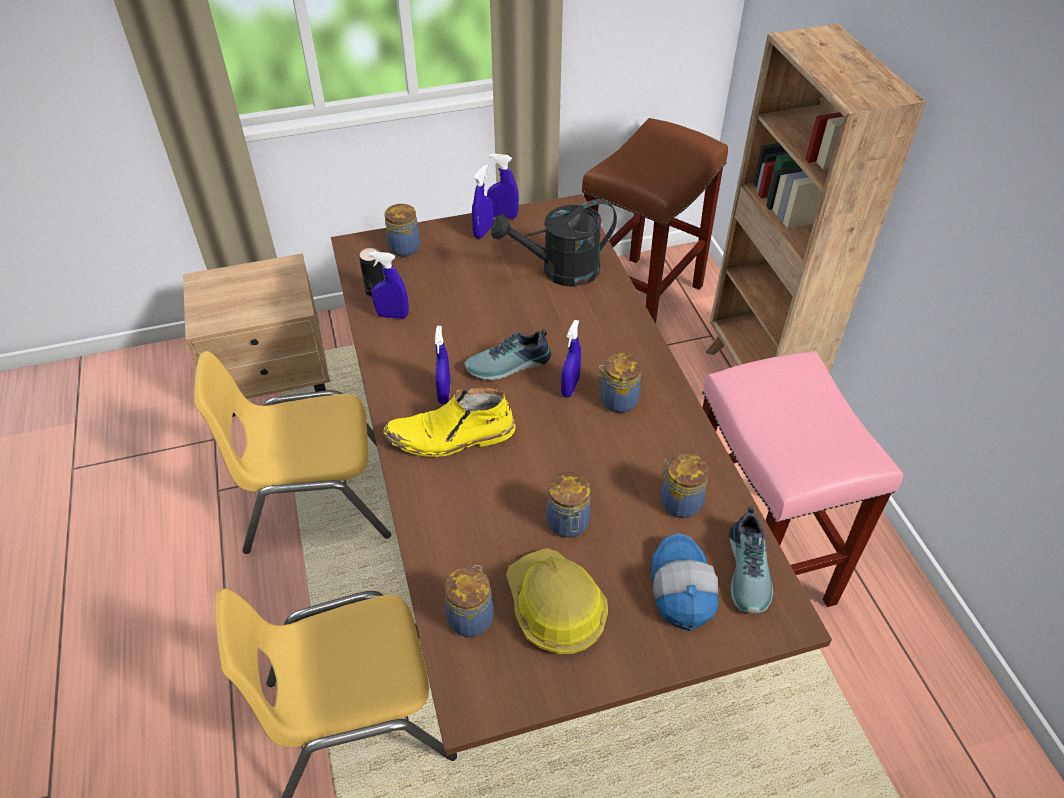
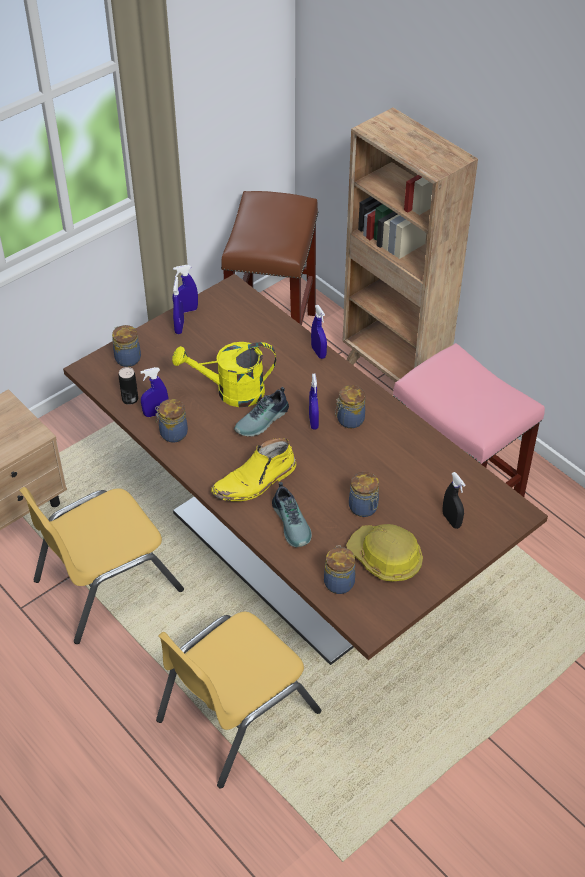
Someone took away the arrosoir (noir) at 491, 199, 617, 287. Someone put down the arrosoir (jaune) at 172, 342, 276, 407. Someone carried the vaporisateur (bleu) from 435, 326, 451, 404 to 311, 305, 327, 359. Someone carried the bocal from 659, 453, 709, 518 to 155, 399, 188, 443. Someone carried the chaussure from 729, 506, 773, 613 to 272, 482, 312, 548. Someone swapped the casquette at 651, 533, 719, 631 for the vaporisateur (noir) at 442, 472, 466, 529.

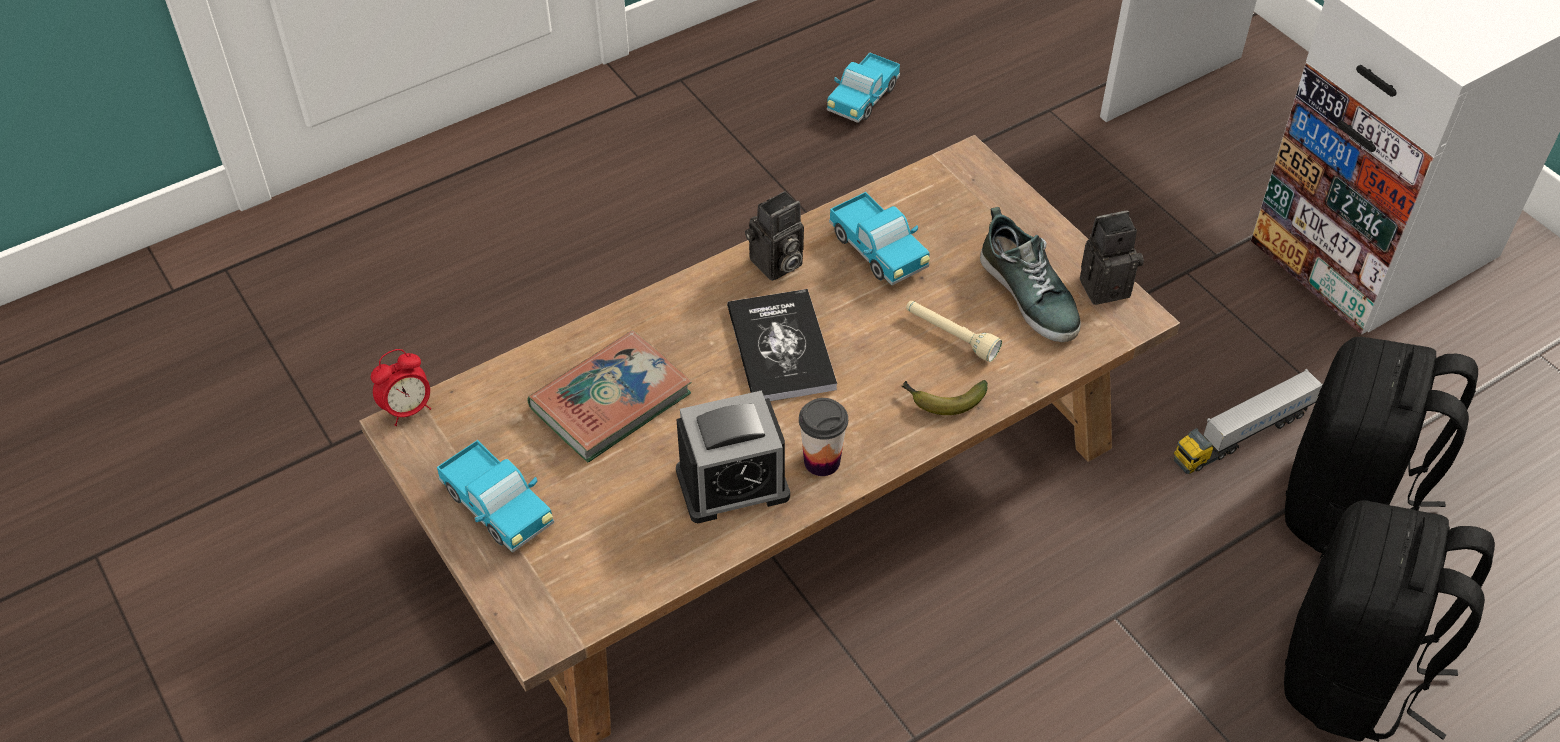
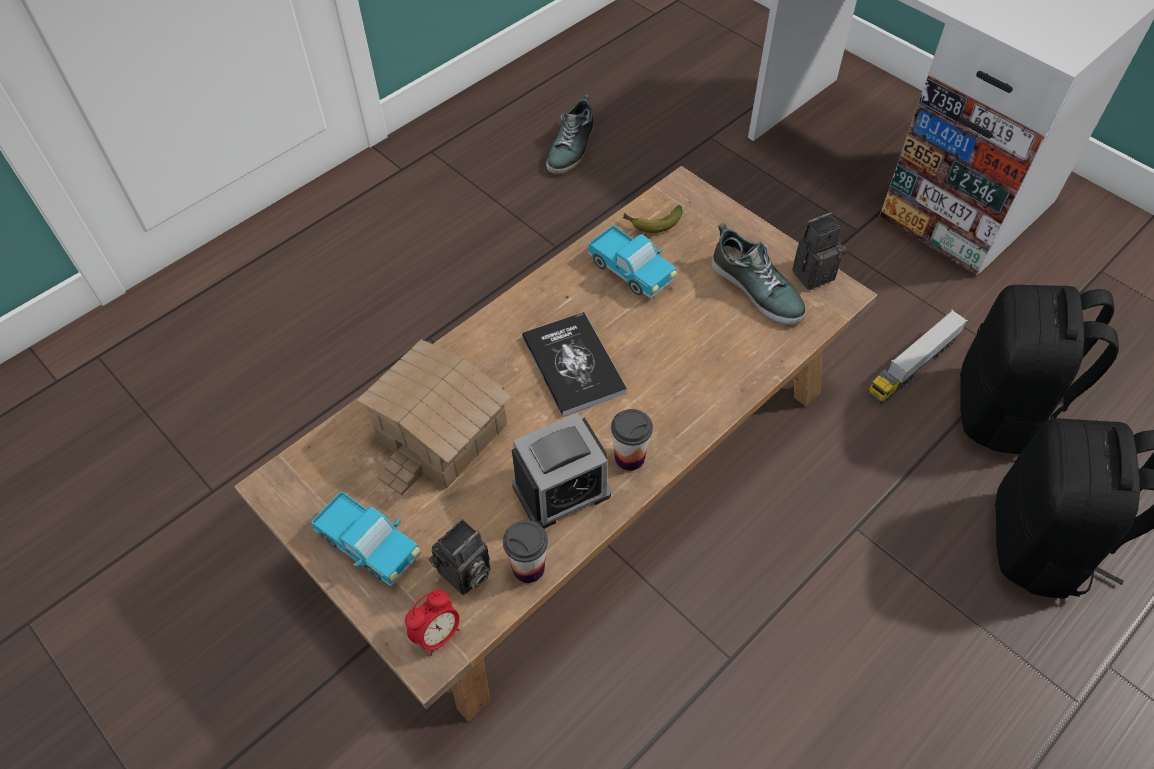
Someone took away the lampe de poche (beige) at 906, 301, 1002, 362. Someone put down the tasse at 503, 520, 548, 583. Someone carried the réveil from 371, 349, 431, 426 to 405, 590, 460, 656. Someone carried the appareil photo from 745, 191, 804, 281 to 429, 519, 491, 595. Someone carried the banane from 902, 380, 988, 415 to 622, 205, 683, 233. Someone swapped the livre at 528, 330, 692, 463 for the maison miniature at 356, 340, 511, 496. Someone swapped the camion jouet at 827, 53, 900, 123 for the chaussure at 546, 94, 594, 174.

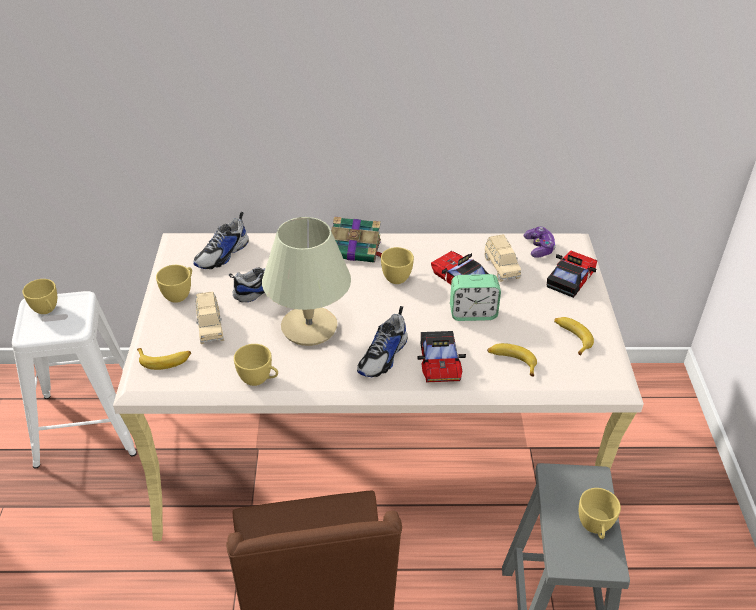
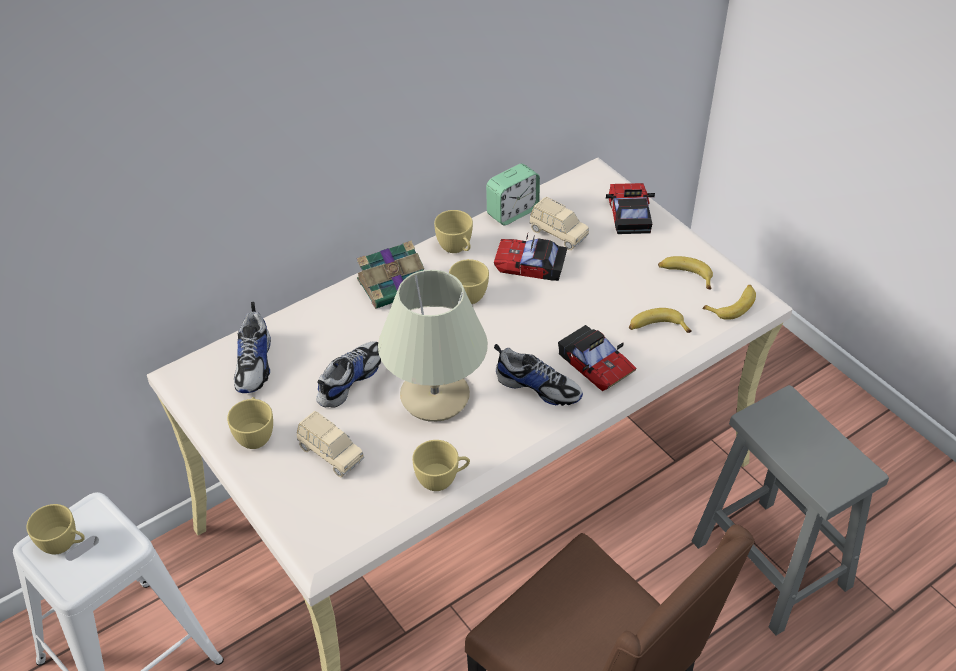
Someone took away the manette at 524, 227, 556, 258. Someone carried the banane from 137, 348, 191, 370 to 702, 285, 756, 320. Someone carried the réveil from 450, 274, 501, 321 to 486, 164, 540, 225. Someone carried the tasse (jaune) from 579, 488, 621, 539 to 434, 210, 473, 253. Someone rotated the chaussure at 357, 306, 408, 377 by 60 degrees counterclockwise.

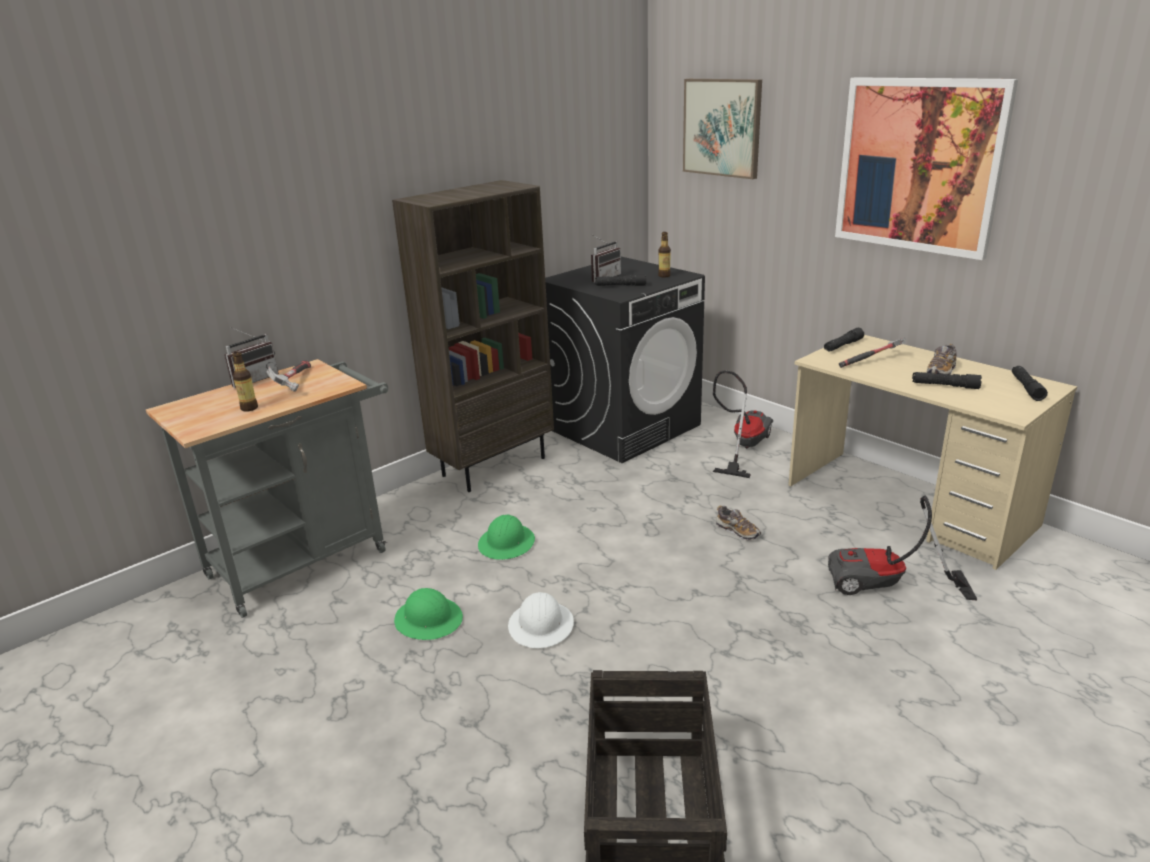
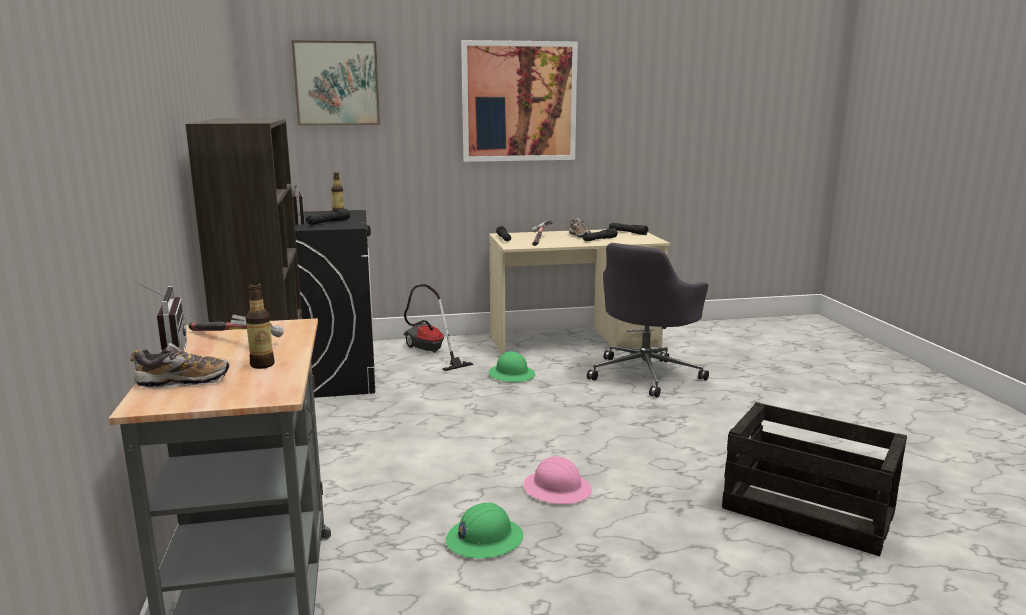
Someone carried the casque de chantier (vert) from 478, 515, 535, 560 to 489, 351, 535, 382. Someone carried the chaussure from 716, 505, 761, 541 to 130, 343, 230, 388. Someone swapped the aspirateur at 828, 496, 977, 600 for the chaise de bureau (gris) at 587, 243, 709, 398. Someone repainted the casque de chantier (blanc) at 508, 592, 574, 648, which became the casque de chantier (rose) at 524, 456, 592, 504.

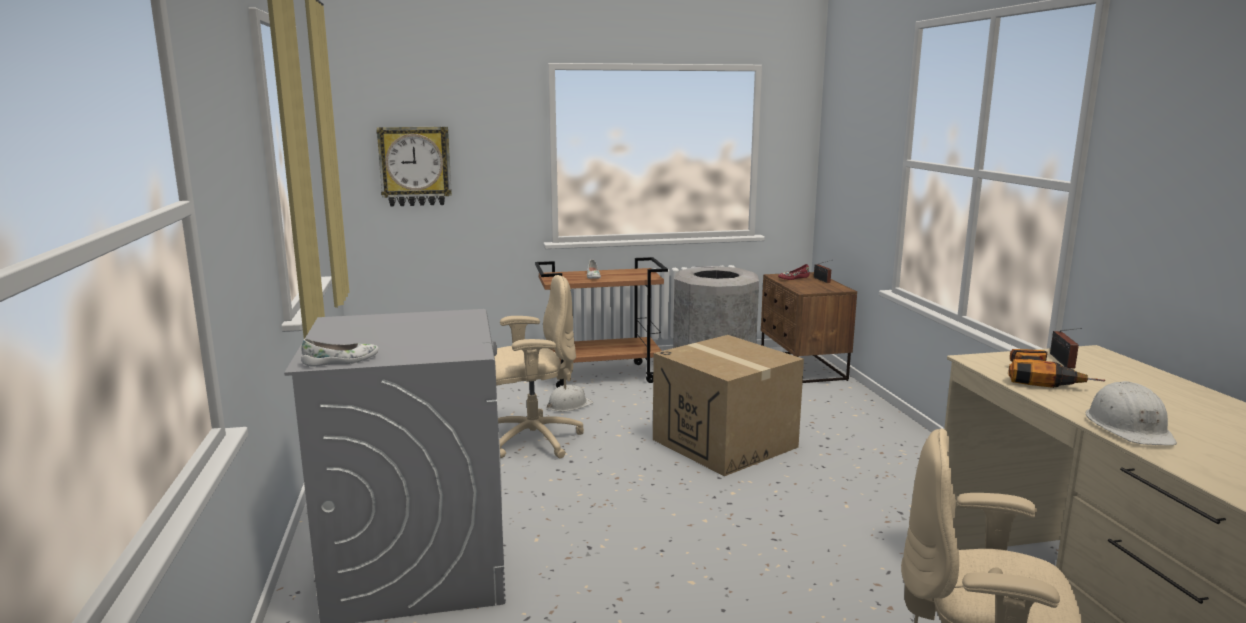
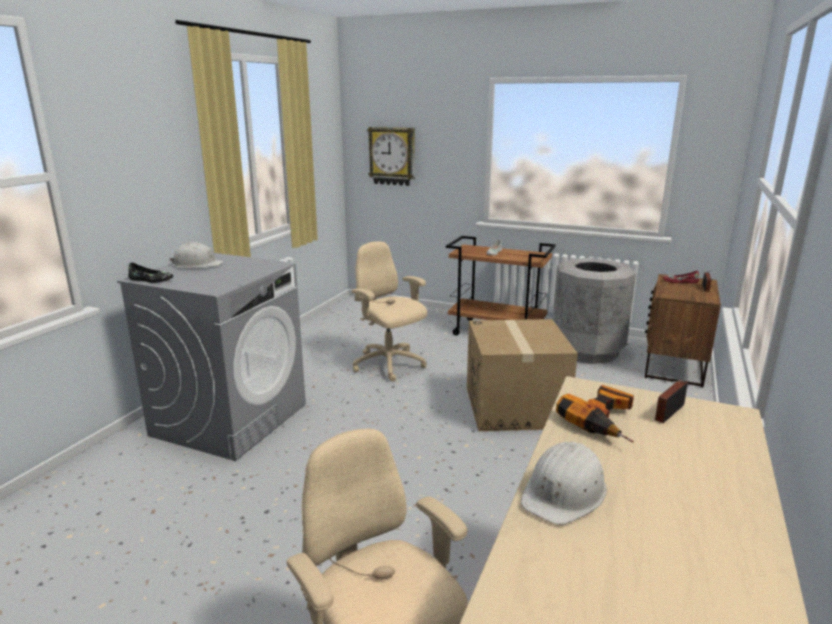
Someone carried the casque de chantier (blanc) from 547, 385, 593, 412 to 169, 243, 224, 268. Someone repainted the chaussure (blanc) at 301, 338, 379, 367, which became the chaussure (noir) at 128, 263, 173, 283. Someone rotated the chaise de bureau (beige) at 494, 275, 584, 459 by 150 degrees counterclockwise.

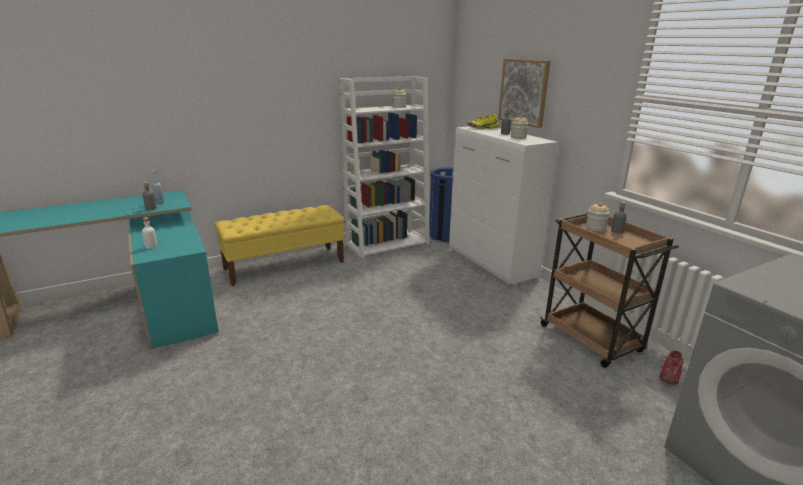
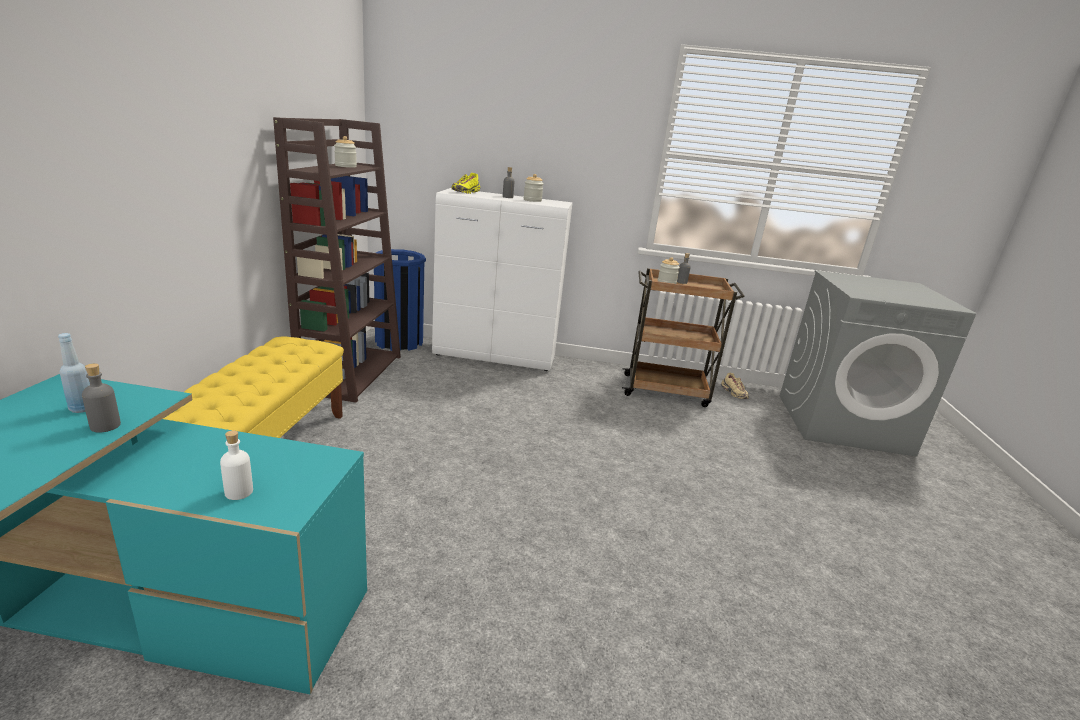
Someone took away the tableau at 498, 58, 550, 128. Someone repainted the bibliothèque (blanc) at 339, 76, 430, 258, which became the bibliothèque (marron) at 273, 117, 401, 403. Someone repainted the chaussure (rouge) at 659, 351, 683, 385, which became the chaussure (beige) at 721, 373, 749, 399.

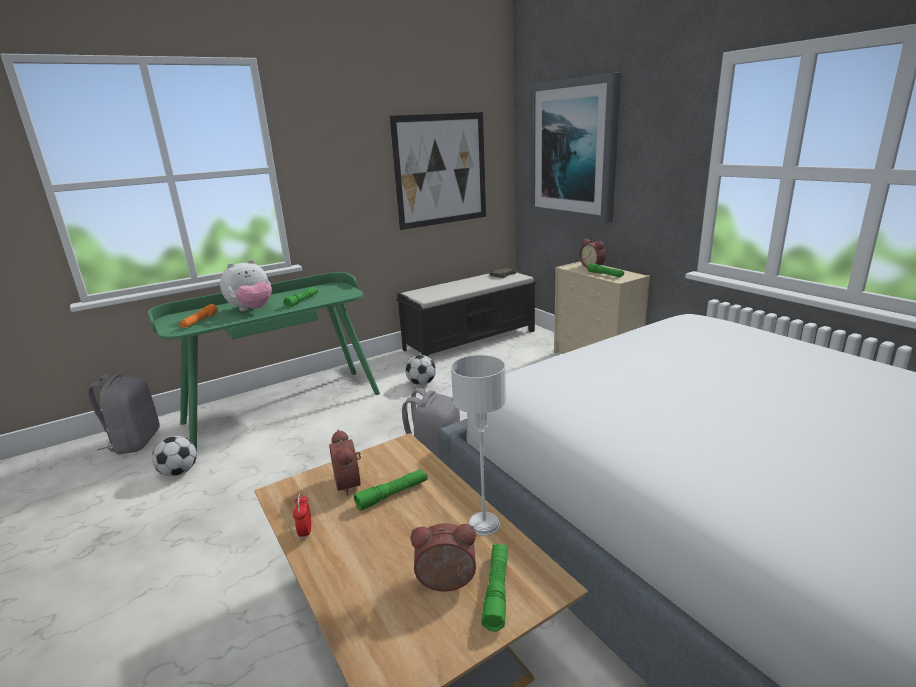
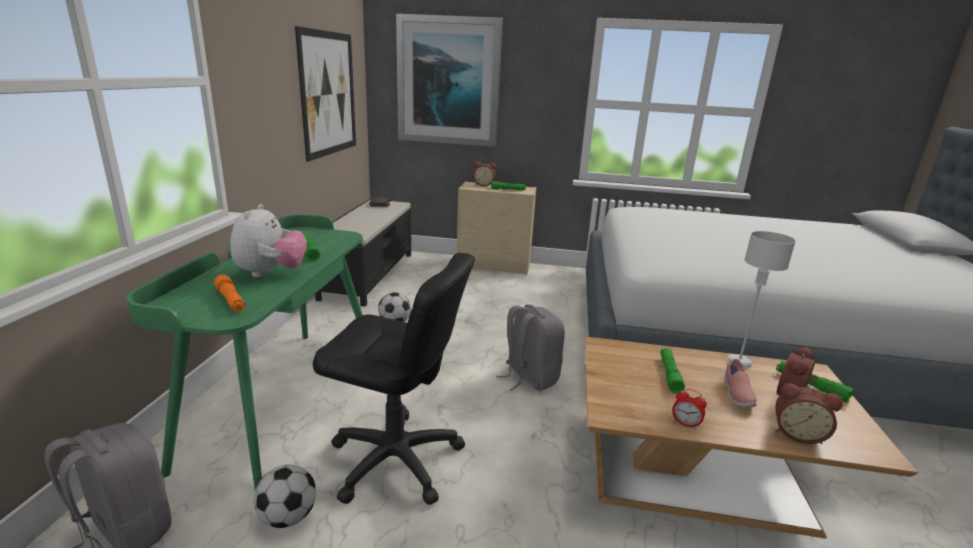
Someone put down the chaise de bureau (noir) at 313, 253, 475, 505. Someone put down the chaussure (rose) at 724, 359, 757, 407. Someone carried the réveil from 329, 429, 361, 496 to 775, 383, 843, 444.

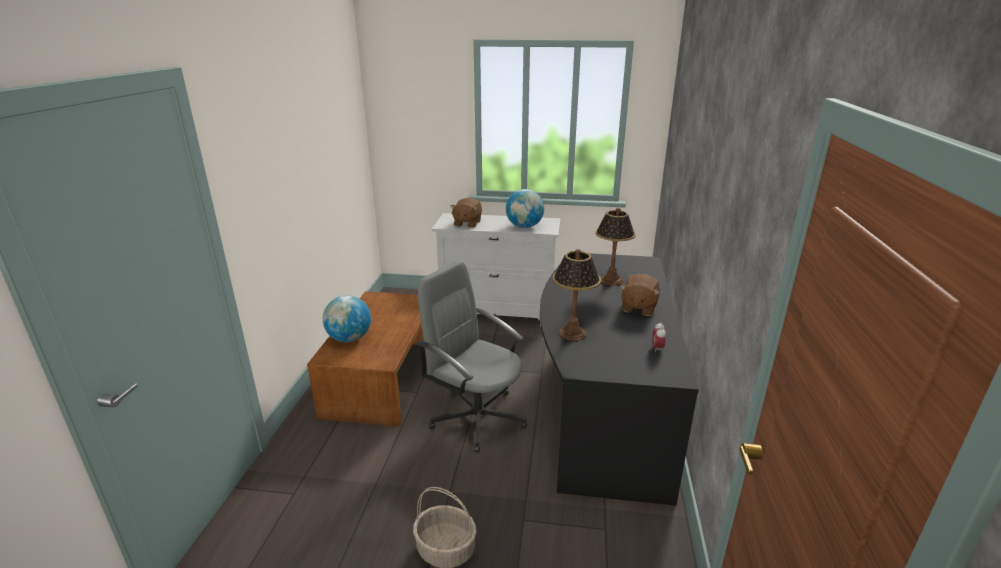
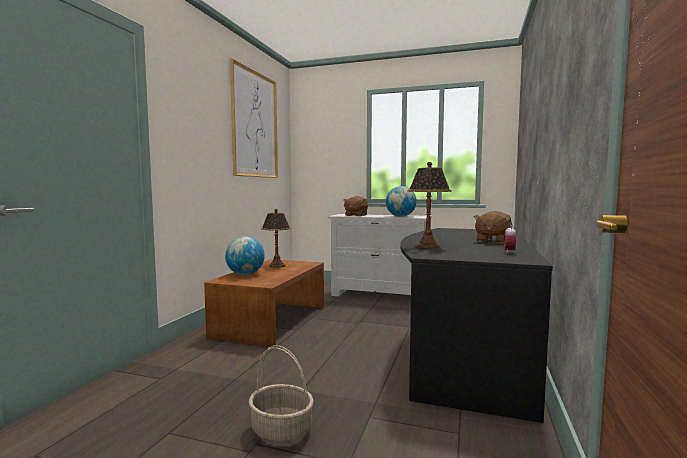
Someone took away the chaise de bureau (gris) at 416, 261, 528, 453. Someone put up the tableau at 230, 59, 278, 178. Someone carried the lampe de table from 595, 208, 636, 286 to 261, 209, 291, 268.

